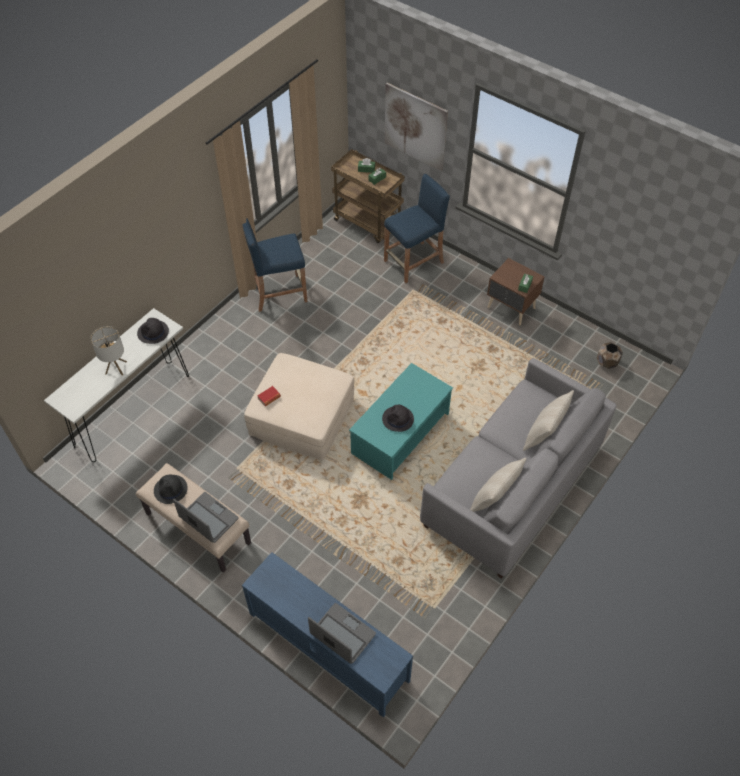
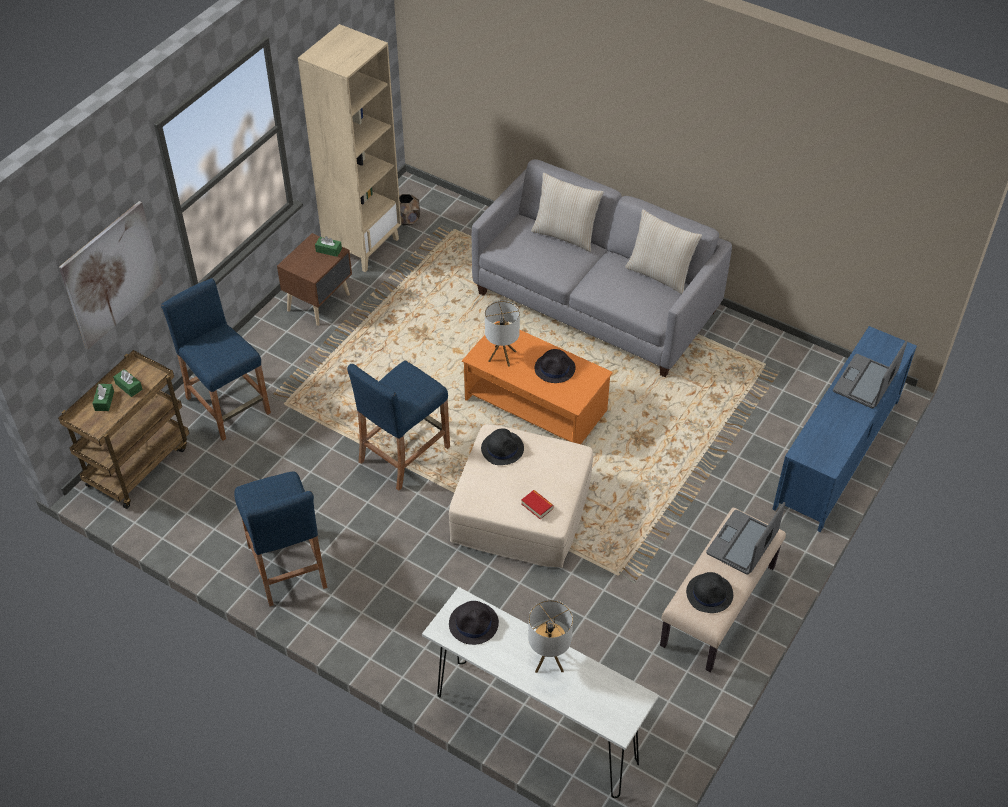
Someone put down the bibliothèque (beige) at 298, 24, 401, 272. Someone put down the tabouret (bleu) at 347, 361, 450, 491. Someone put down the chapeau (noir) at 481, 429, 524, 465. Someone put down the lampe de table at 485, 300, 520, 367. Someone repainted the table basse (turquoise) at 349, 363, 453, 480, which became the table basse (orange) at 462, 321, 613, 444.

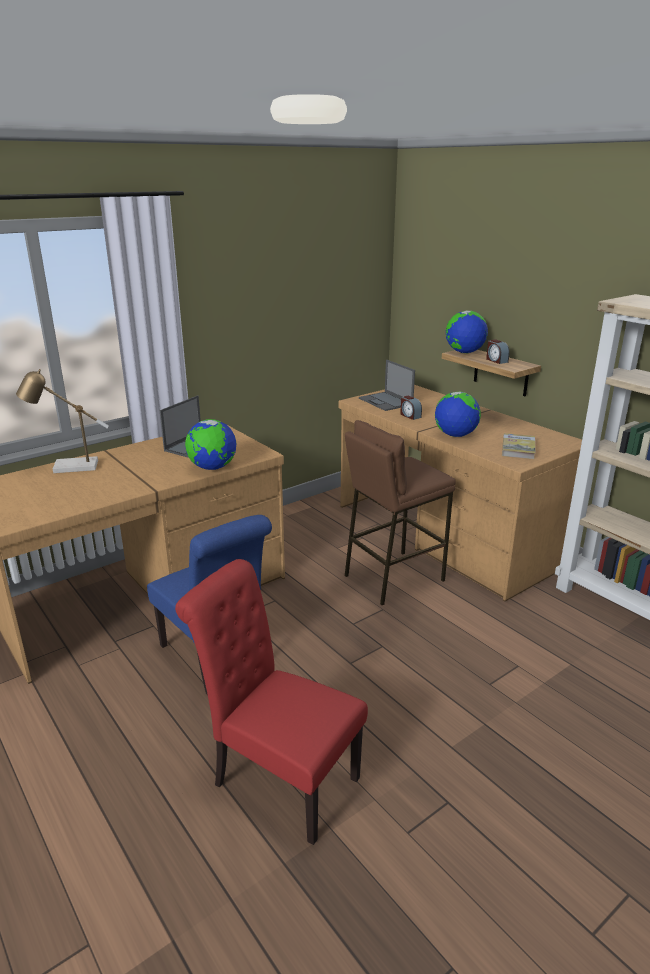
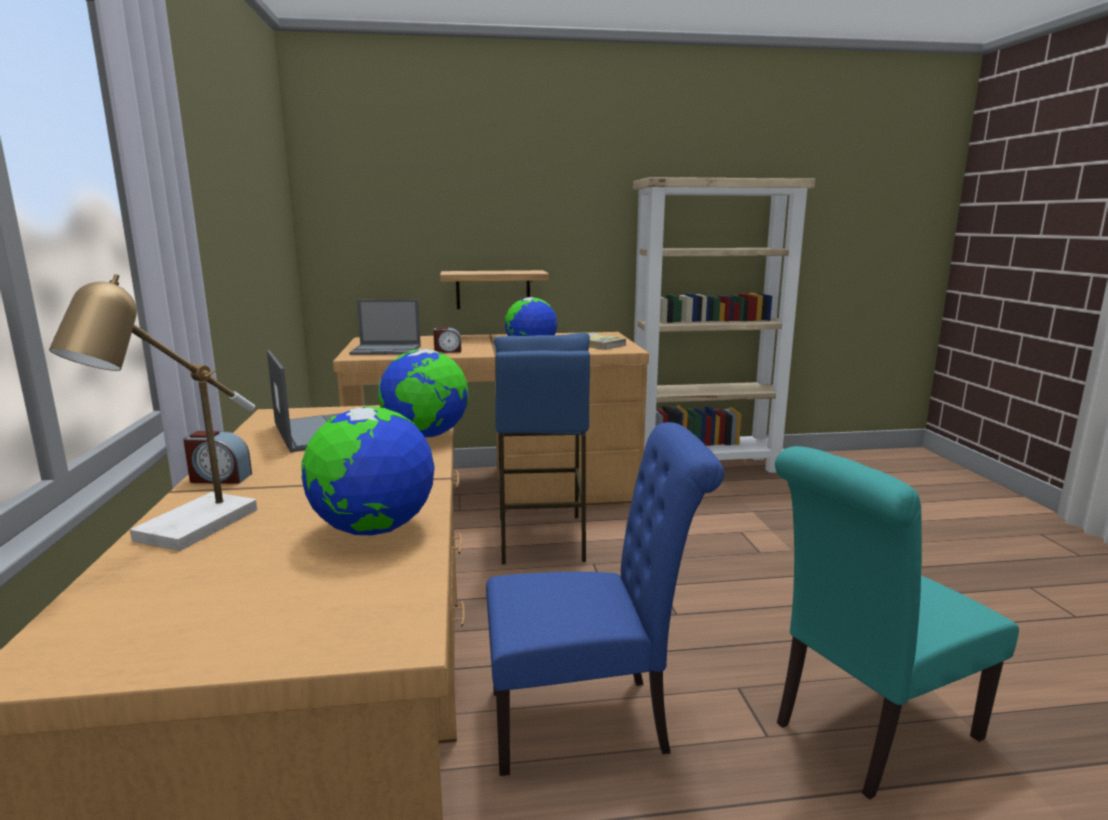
Someone carried the globe from 446, 311, 488, 353 to 301, 406, 435, 535. Someone carried the réveil from 486, 339, 510, 364 to 183, 431, 252, 484. Someone repainted the chaise (rouge) at 175, 559, 368, 845, which became the chaise (turquoise) at 775, 446, 1019, 800. Someone repainted the tabouret (marron) at 345, 420, 456, 605, which became the tabouret (bleu) at 494, 333, 590, 564.

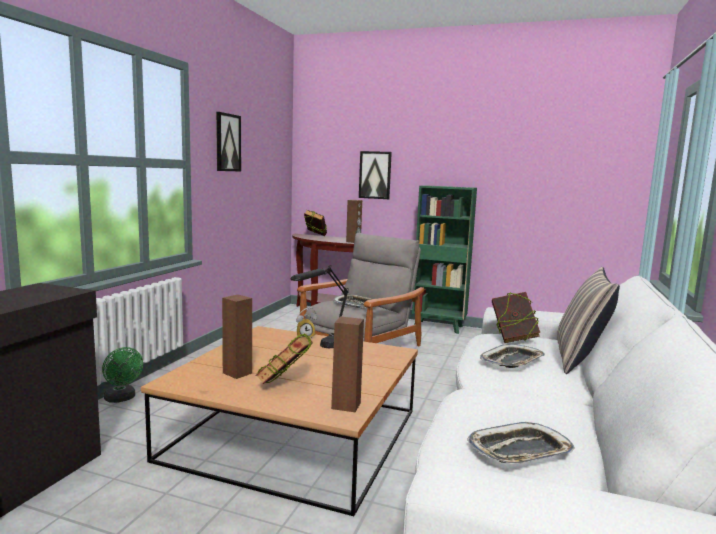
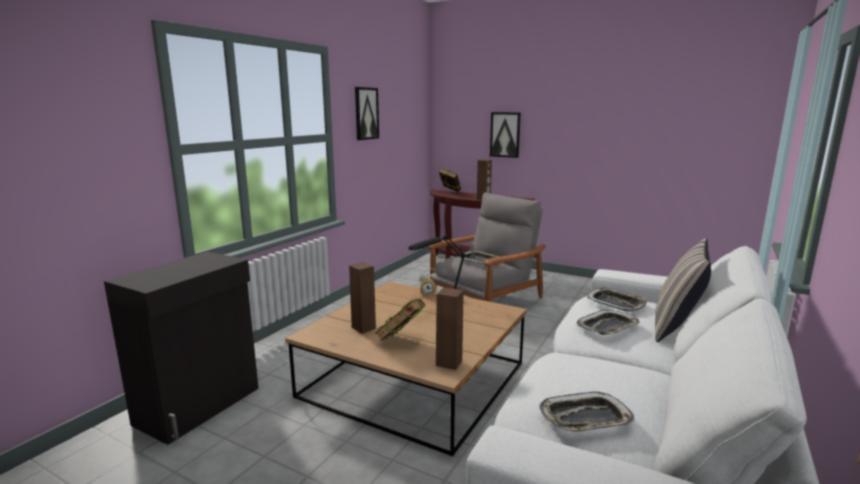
Someone took away the ventilateur (vert) at 102, 347, 143, 403. Someone took away the bibliothèque (vert) at 412, 185, 477, 334. Someone swapped the livre at 492, 292, 540, 343 for the plateau at 587, 287, 647, 312.

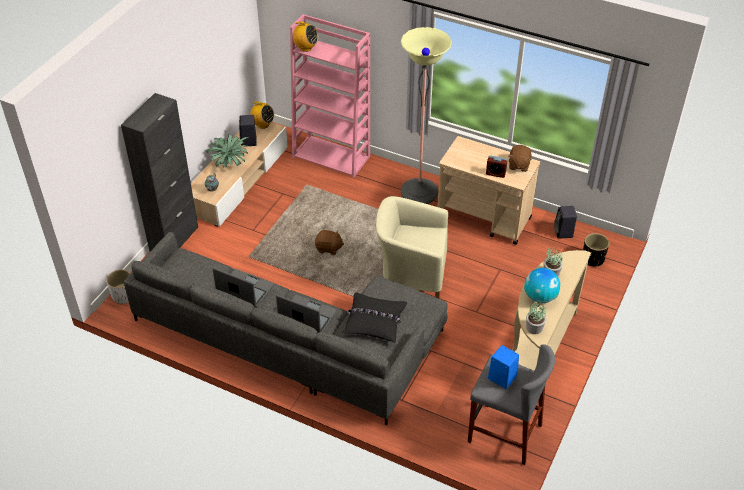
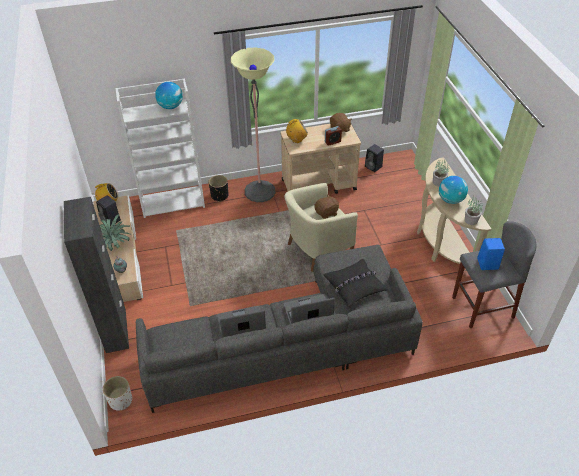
Someone put down the globe at 155, 82, 183, 109. Someone carried the radio from 289, 22, 318, 52 to 286, 119, 308, 143. Someone carried the peluche (marron) from 315, 230, 344, 255 to 314, 194, 339, 219. Someone carried the cache-pot (noir) from 583, 233, 609, 267 to 209, 175, 228, 202. Someone repainted the bibliothèque (rose) at 290, 14, 370, 178, which became the bibliothèque (blanc) at 116, 78, 205, 218.

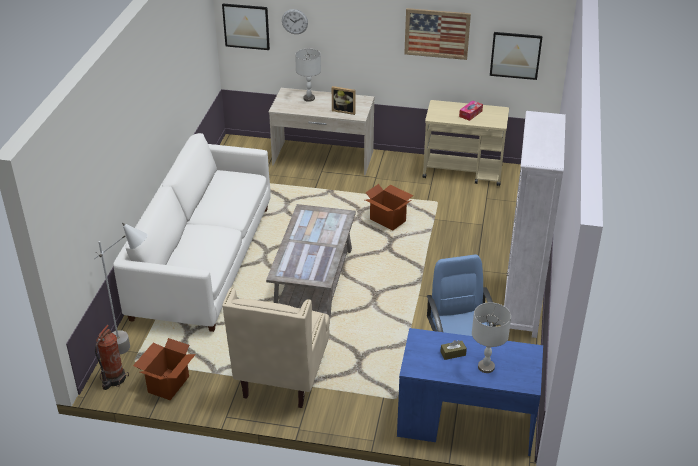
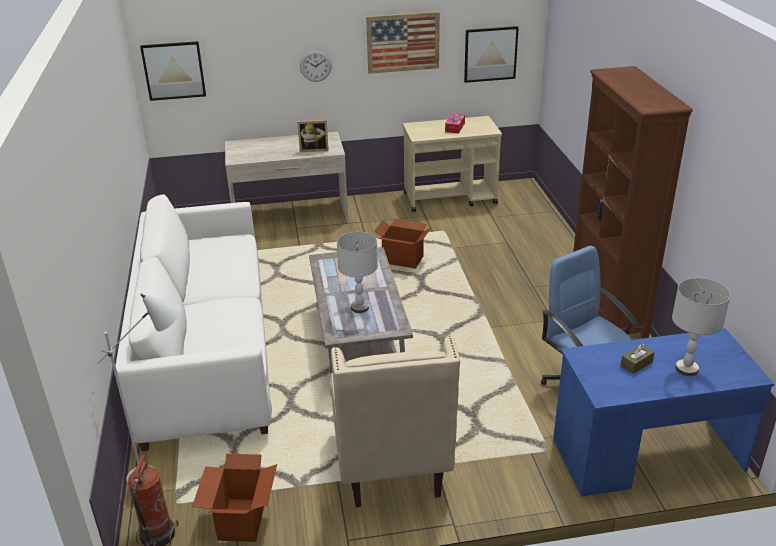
Someone carried the horloge murale from 282, 9, 308, 34 to 300, 50, 332, 82. Someone carried the lampe de table (gris) from 295, 48, 321, 102 to 337, 232, 378, 313. Someone repainted the bibliothèque (blanc) at 504, 111, 566, 338, which became the bibliothèque (marron) at 573, 66, 693, 339.

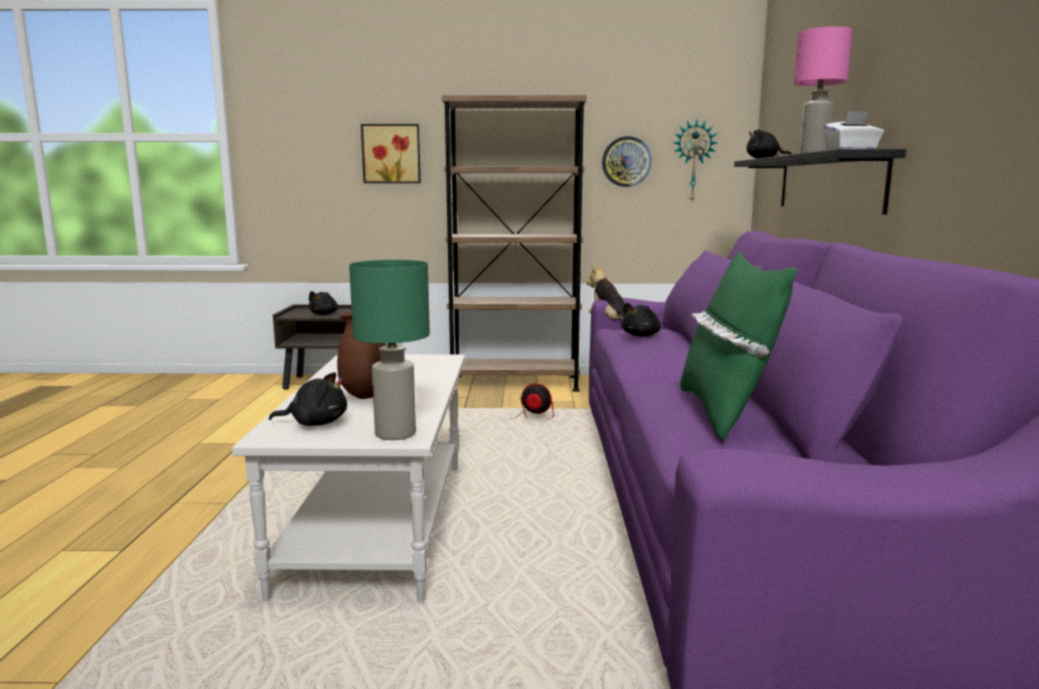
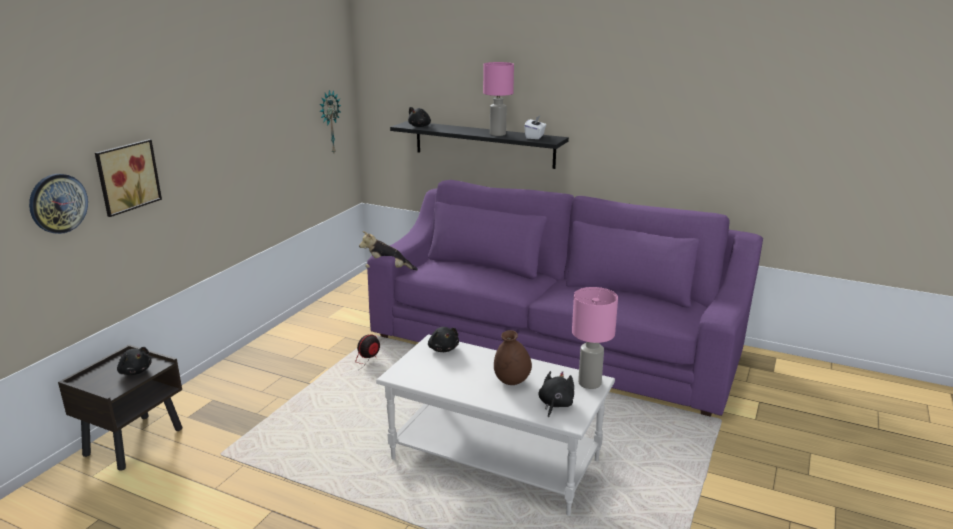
Someone took away the bibliothèque (marron) at 442, 95, 587, 392. Someone took away the coussin (vert) at 680, 251, 798, 440. Someone carried the horloge murale from 602, 136, 652, 187 to 29, 174, 88, 234. Someone carried the peluche (noir) from 621, 302, 661, 336 to 428, 327, 459, 352. Someone repainted the lampe de table (vert) at 349, 260, 430, 440, which became the lampe de table (rose) at 572, 287, 618, 389.

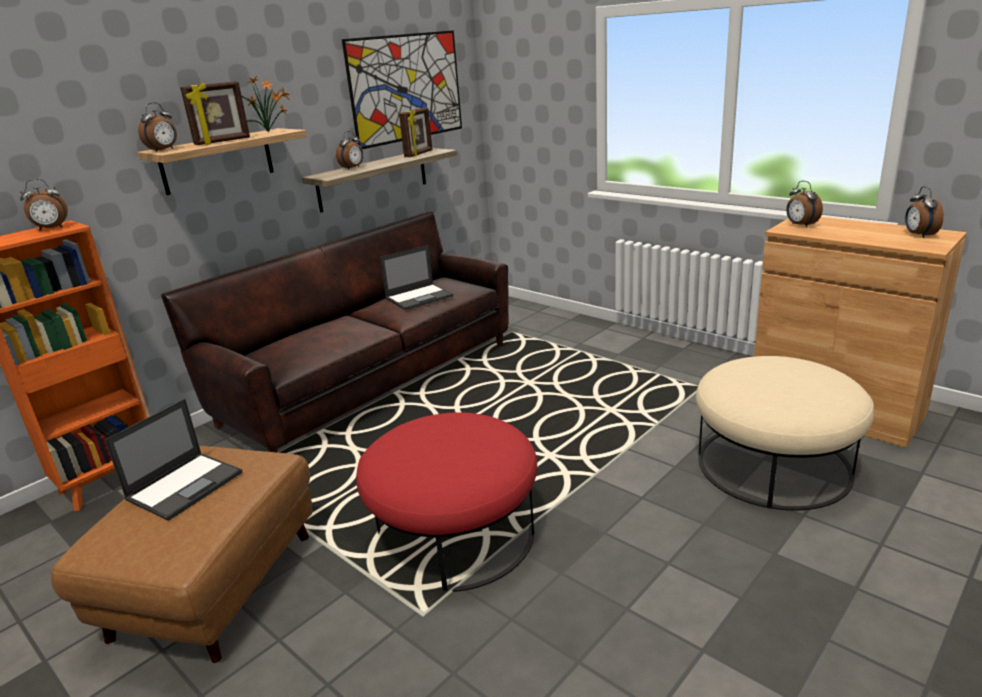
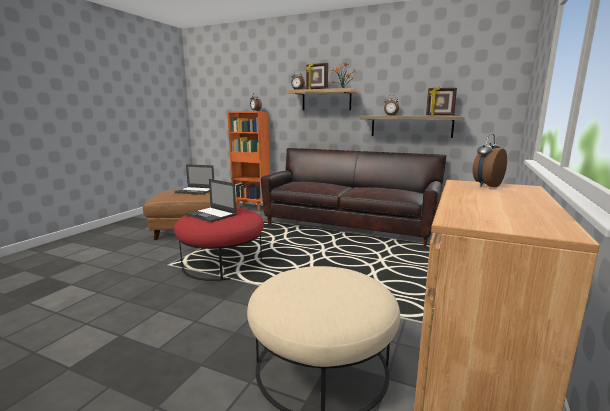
Someone took away the tableau at 342, 30, 462, 149. Someone took away the réveil at 905, 186, 944, 238. Someone carried the ordinateur portable from 380, 245, 453, 310 to 186, 179, 237, 222.

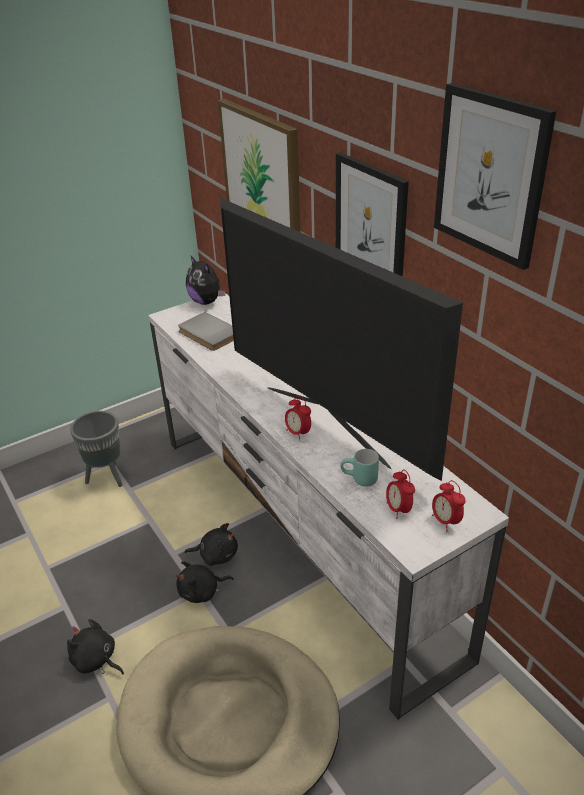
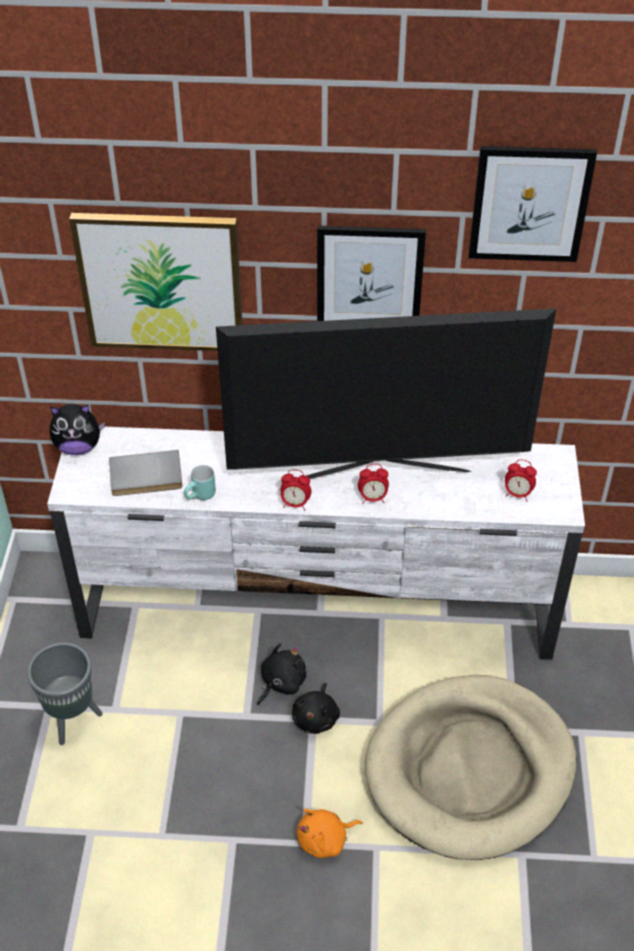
Someone carried the mug (turquoise) from 340, 449, 379, 487 to 184, 465, 216, 500. Someone carried the réveil from 432, 480, 466, 531 to 281, 469, 311, 511. Someone repainted the peluche (noir) at 67, 619, 124, 674, which became the peluche (orange) at 297, 808, 363, 858.

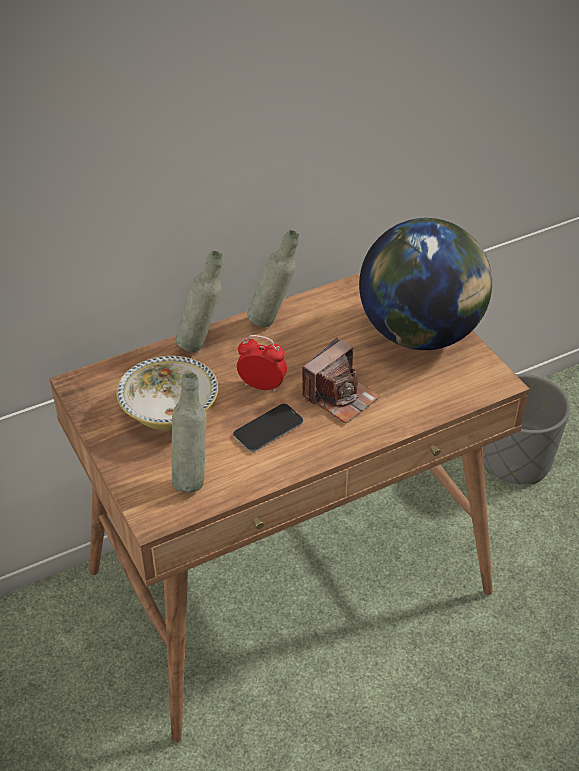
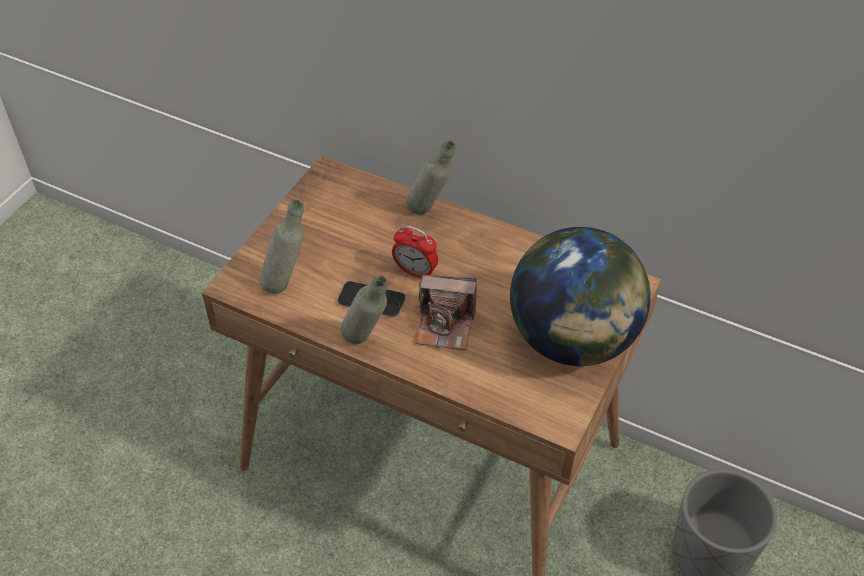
Someone took away the bol at 117, 356, 218, 430. Someone carried the bouteille (gris) from 247, 230, 299, 327 to 341, 275, 388, 344. Someone rotated the réveil at 237, 335, 287, 392 by 135 degrees clockwise.

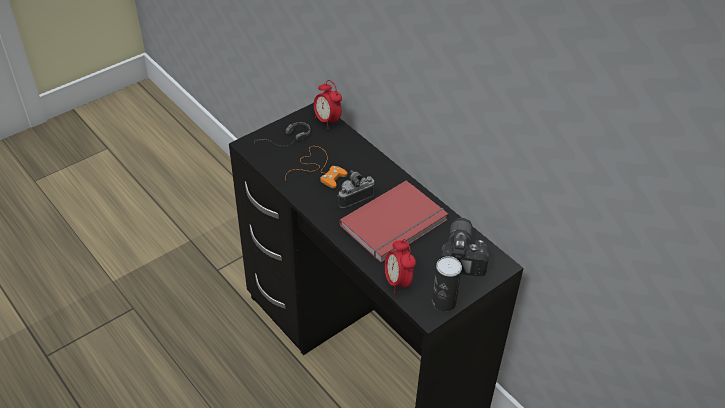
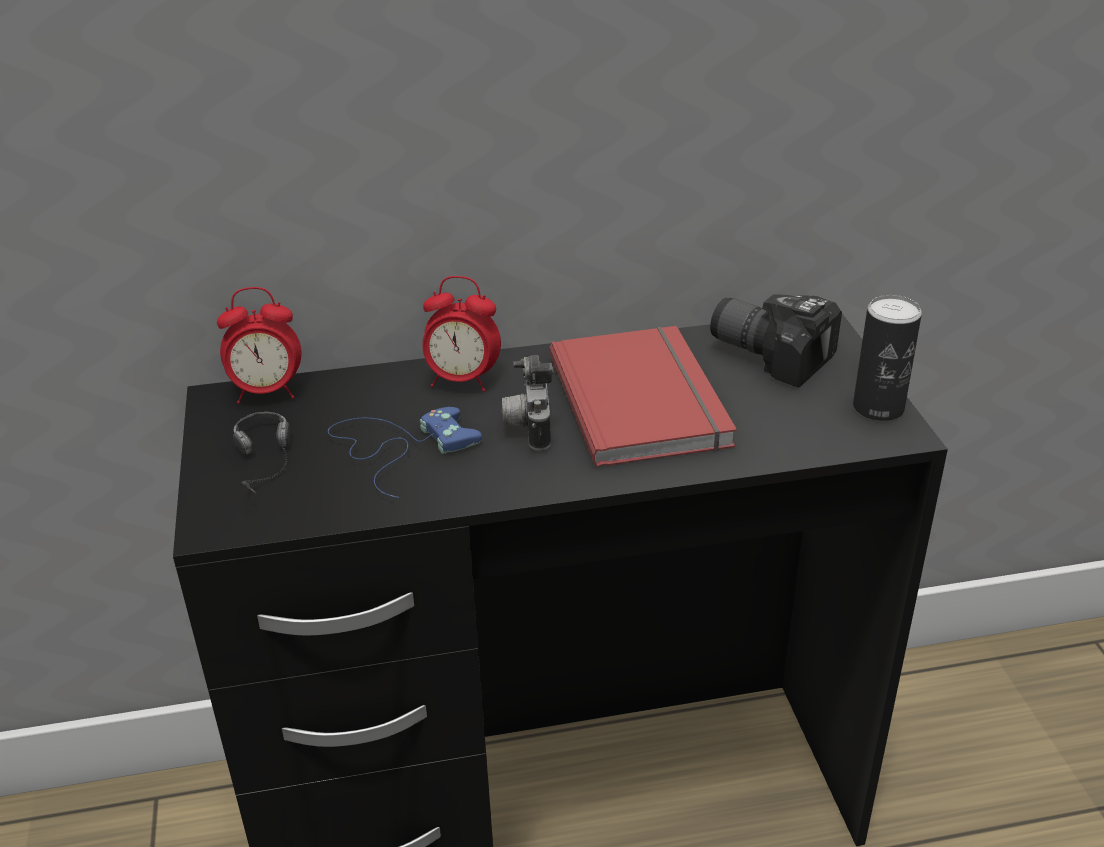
Someone carried the réveil from 385, 239, 416, 294 to 422, 276, 501, 392. Someone repainted the manette (orange) at 285, 146, 348, 188, which became the manette (bleu) at 328, 407, 482, 498.

